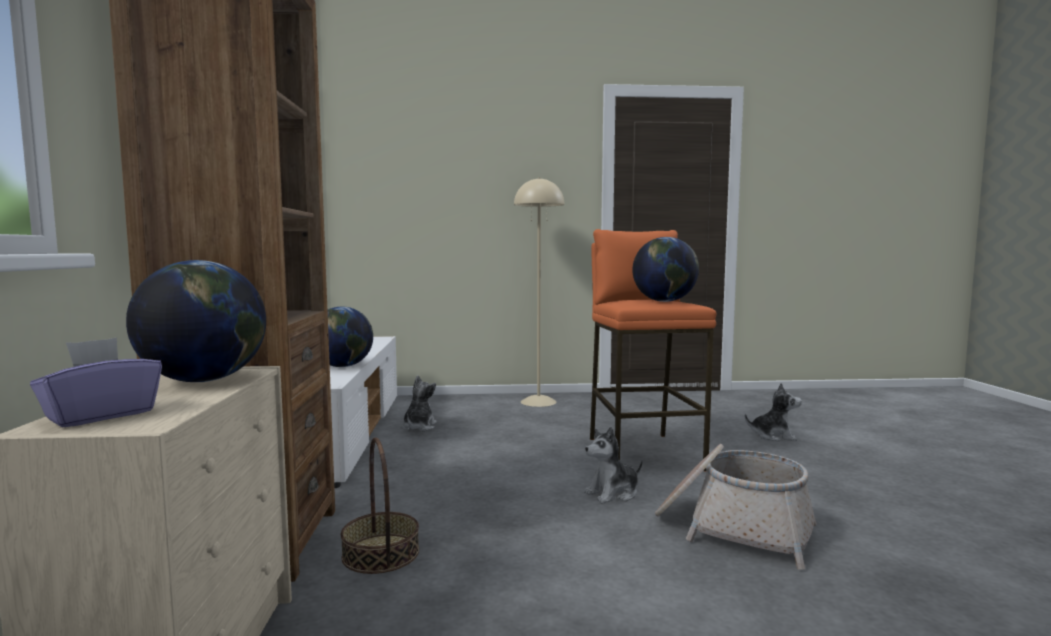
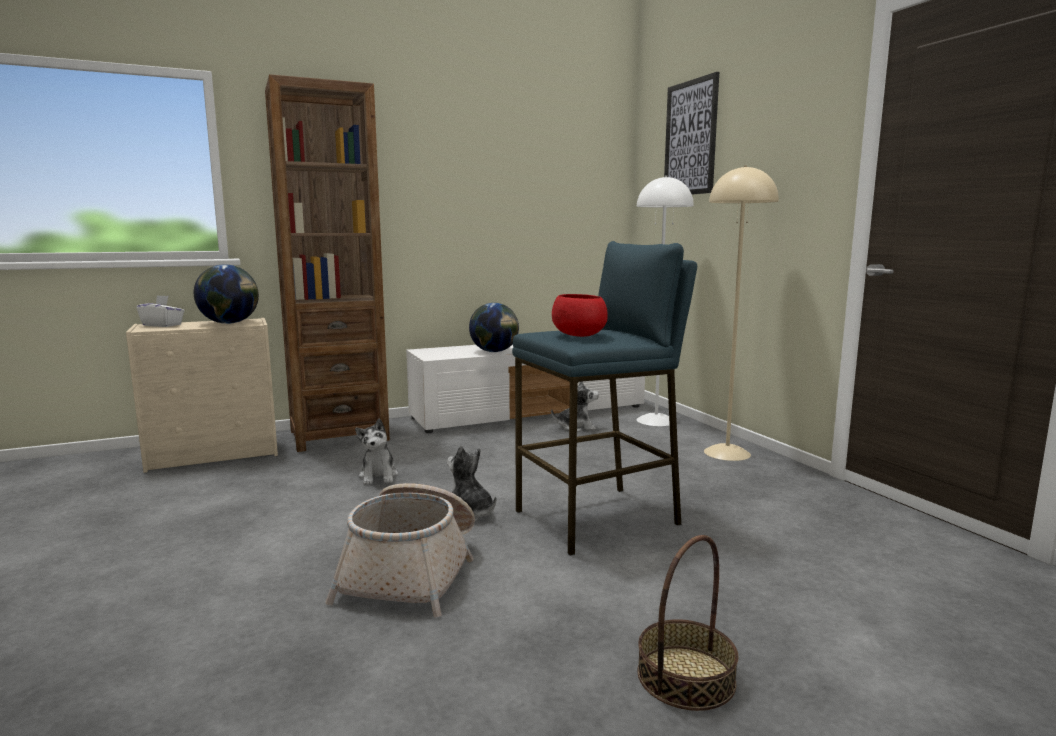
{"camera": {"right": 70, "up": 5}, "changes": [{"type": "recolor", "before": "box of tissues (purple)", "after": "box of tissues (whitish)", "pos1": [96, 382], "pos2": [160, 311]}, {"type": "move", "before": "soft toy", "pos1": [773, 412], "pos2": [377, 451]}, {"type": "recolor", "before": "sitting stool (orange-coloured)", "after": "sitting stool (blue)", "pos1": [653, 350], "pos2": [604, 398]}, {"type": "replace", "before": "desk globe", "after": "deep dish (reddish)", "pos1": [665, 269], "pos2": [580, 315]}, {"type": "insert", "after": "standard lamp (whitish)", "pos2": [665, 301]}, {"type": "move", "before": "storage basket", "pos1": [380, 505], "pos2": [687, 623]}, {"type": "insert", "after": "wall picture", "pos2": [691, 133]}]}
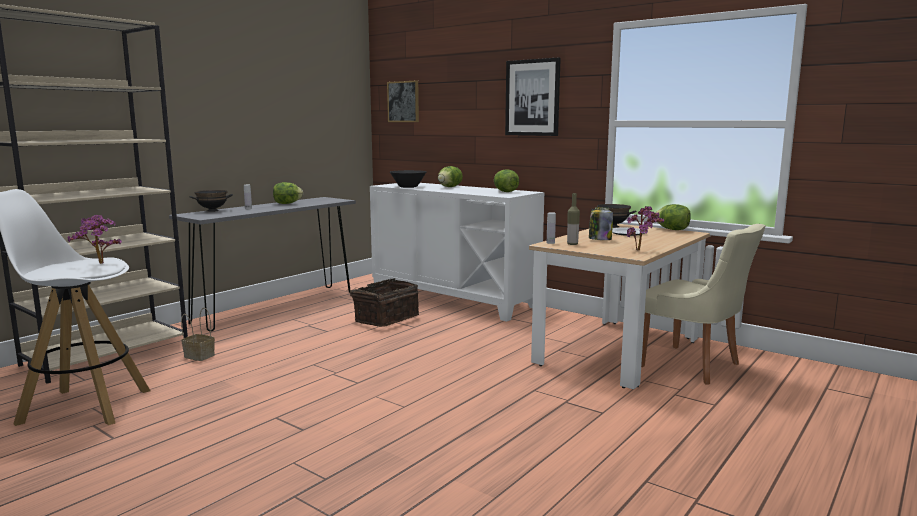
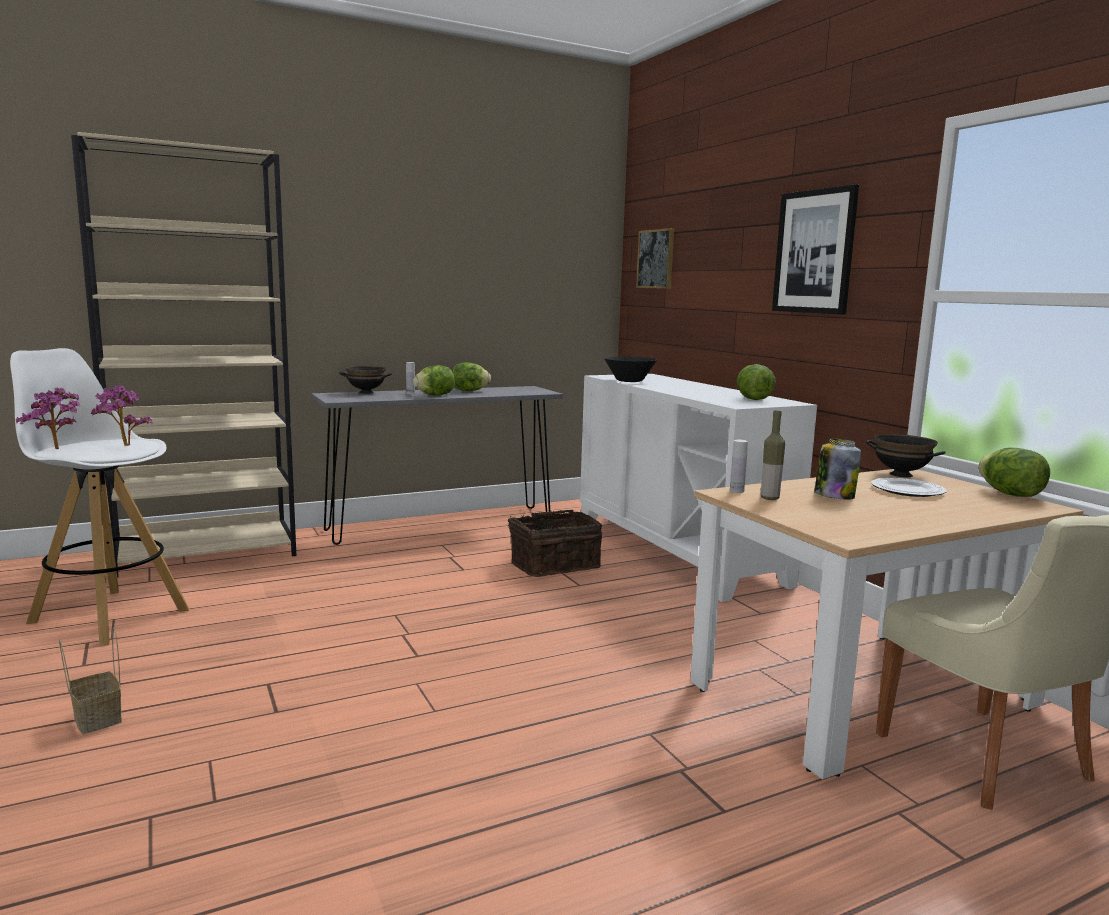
{"camera": {"right": 25, "up": 0}, "changes": [{"type": "move", "before": "houseplant", "pos1": [645, 228], "pos2": [48, 418]}, {"type": "move", "before": "storage basket", "pos1": [198, 334], "pos2": [90, 680]}, {"type": "move", "before": "head of lettuce", "pos1": [450, 176], "pos2": [434, 380]}]}
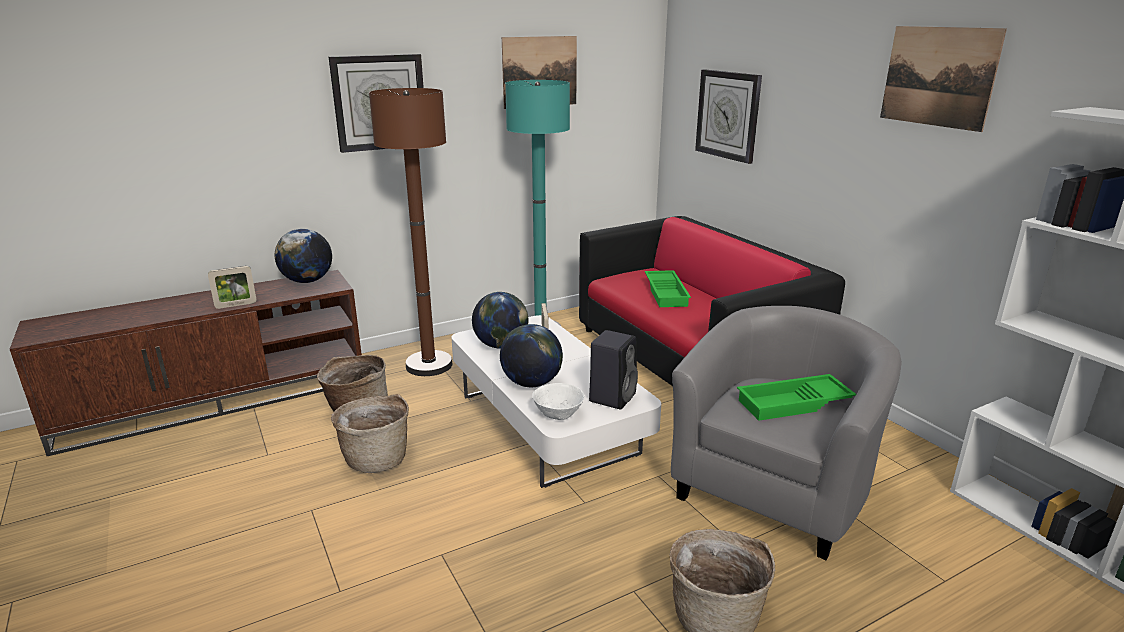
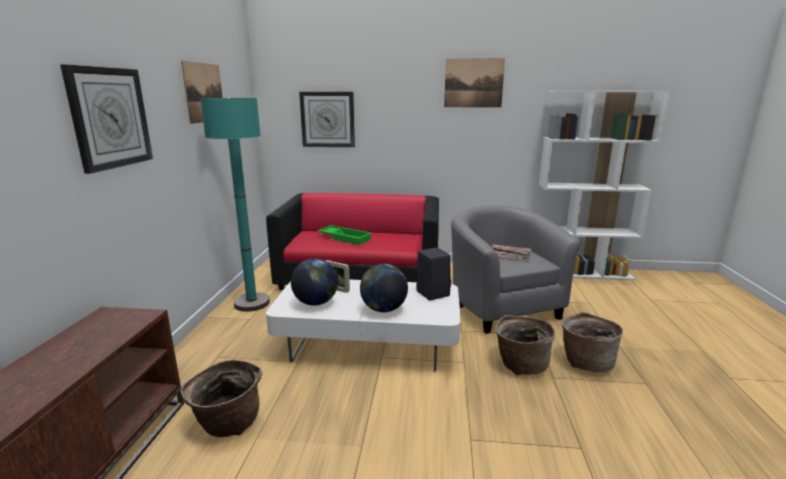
{"camera": {"right": -55, "up": -5}, "changes": [{"type": "replace", "before": "serving tray (greenish)", "after": "volume", "pos1": [796, 397], "pos2": [511, 253]}, {"type": "move", "before": "storage basket", "pos1": [370, 433], "pos2": [525, 345]}, {"type": "delete", "before": "standing frame", "pos1": [232, 287]}, {"type": "delete", "before": "desk globe", "pos1": [303, 256]}, {"type": "delete", "before": "standard lamp (brown-coloured)", "pos1": [410, 232]}, {"type": "delete", "before": "deep dish (whitish)", "pos1": [558, 401]}]}
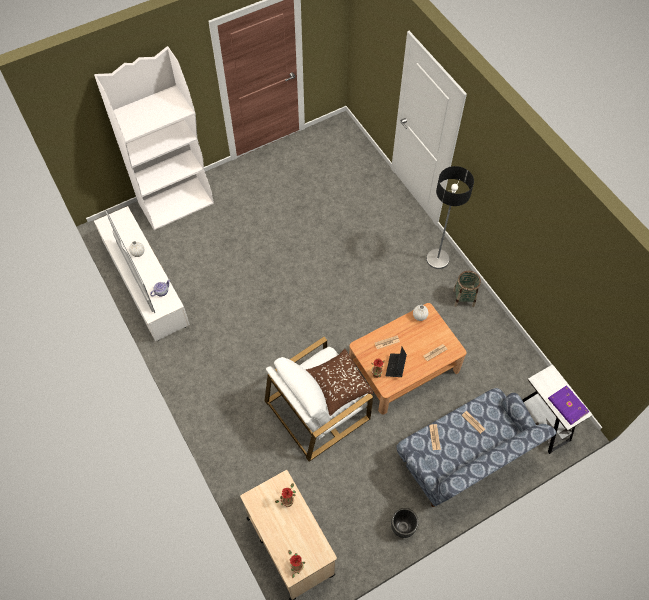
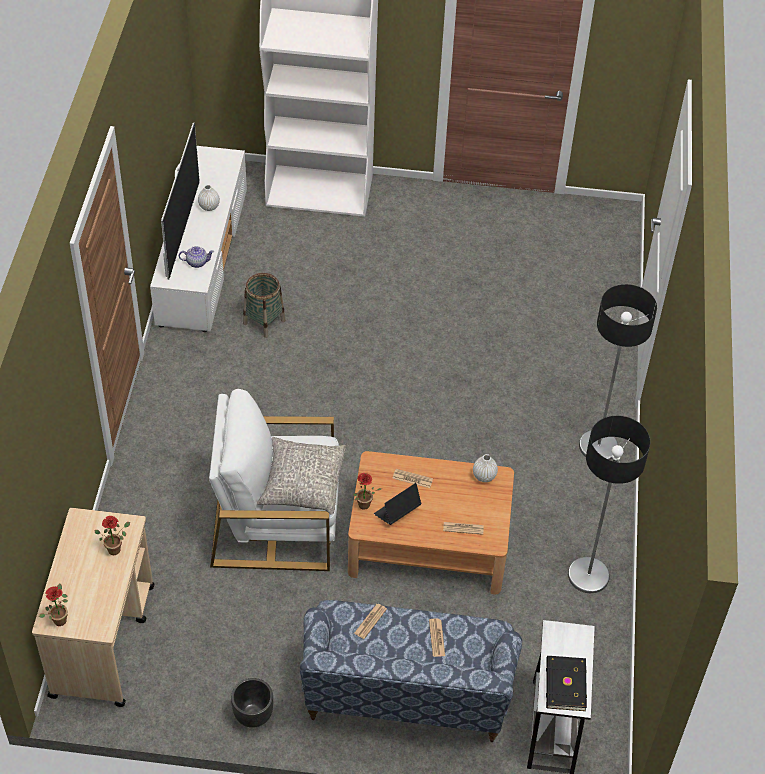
{"camera": {"right": 35, "up": -10}, "changes": [{"type": "move", "before": "storage basket", "pos1": [467, 289], "pos2": [264, 305]}, {"type": "recolor", "before": "throw pillow (brown-coloured)", "after": "throw pillow (gray)", "pos1": [339, 382], "pos2": [301, 476]}, {"type": "recolor", "before": "volume (purple)", "after": "volume (black)", "pos1": [568, 405], "pos2": [566, 683]}, {"type": "insert", "after": "standard lamp", "pos2": [609, 504]}]}
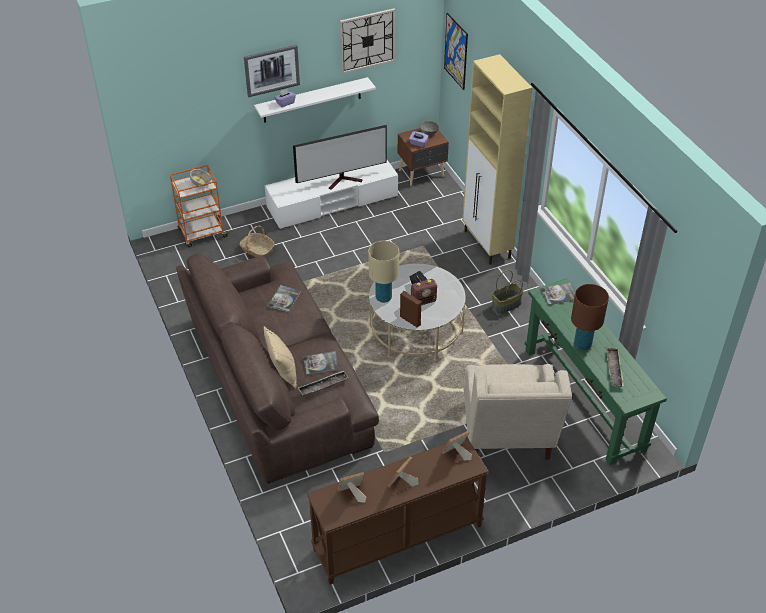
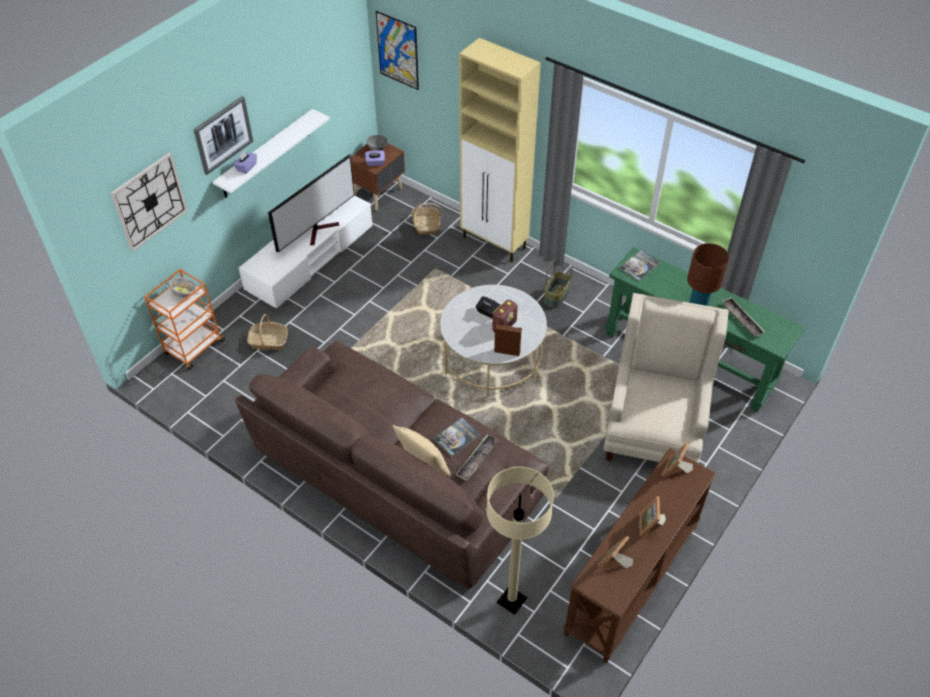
{"camera": {"right": -30, "up": 5}, "changes": [{"type": "move", "before": "clock on the wall", "pos1": [368, 41], "pos2": [149, 201]}, {"type": "insert", "after": "storage basket", "pos2": [426, 219]}, {"type": "insert", "after": "standard lamp (sand-coloured)", "pos2": [520, 541]}, {"type": "rotate", "before": "lounge chair (sand-coloured)", "pos1": [517, 412], "pos2": [666, 378], "turn": -135}, {"type": "delete", "before": "volume", "pos1": [284, 299]}, {"type": "delete", "before": "table lamp (sand-coloured)", "pos1": [383, 272]}]}
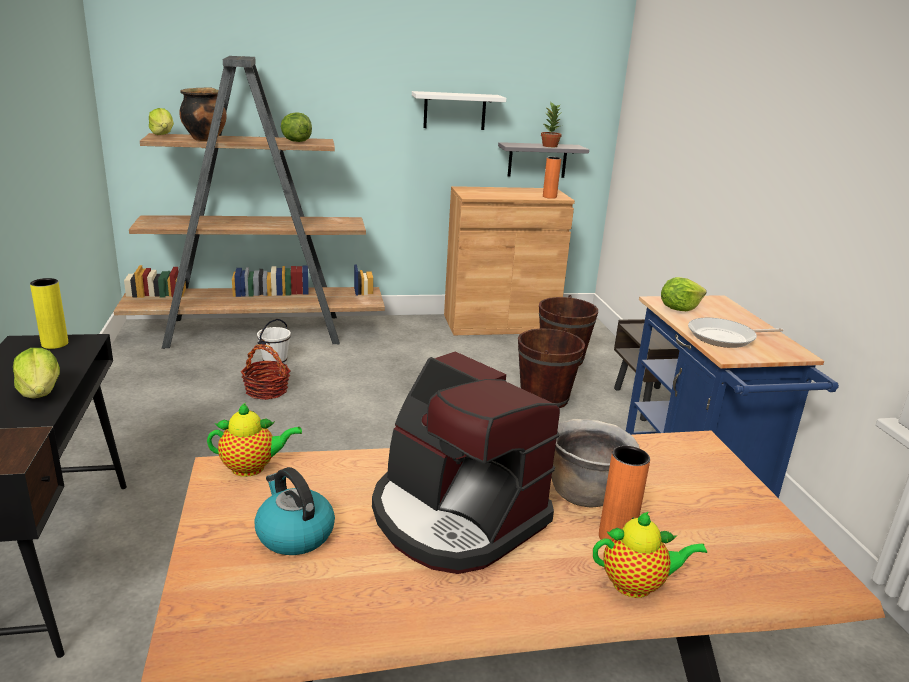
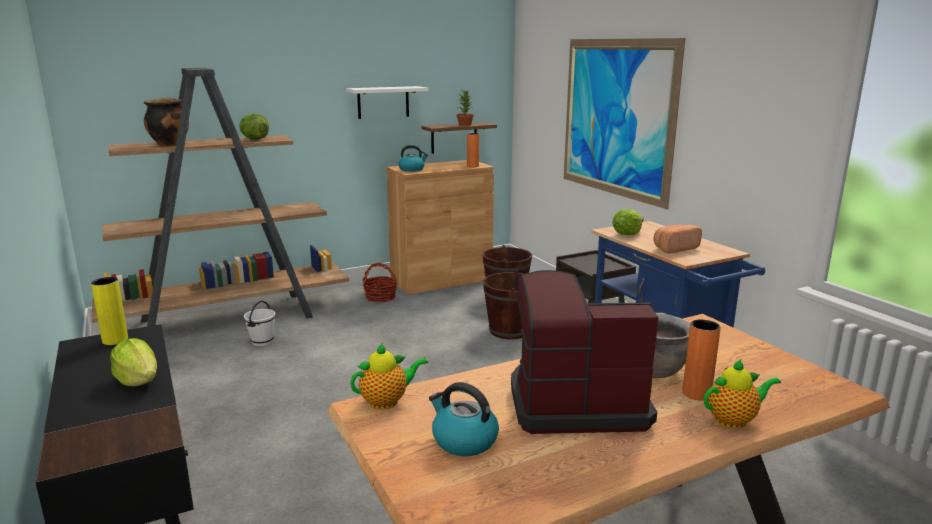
{"camera": {"right": -15, "up": -5}, "changes": [{"type": "move", "before": "storage basket", "pos1": [265, 372], "pos2": [379, 283]}, {"type": "insert", "after": "tea kettle", "pos2": [413, 158]}, {"type": "recolor", "before": "bracket shelf (gray)", "after": "bracket shelf (brown-coloured)", "pos1": [543, 160], "pos2": [459, 138]}, {"type": "rotate", "before": "coffee brewer", "pos1": [466, 462], "pos2": [585, 352], "turn": 150}, {"type": "insert", "after": "wall picture", "pos2": [624, 123]}, {"type": "replace", "before": "pan", "after": "baked bread", "pos1": [735, 333], "pos2": [678, 238]}, {"type": "delete", "before": "head of lettuce", "pos1": [161, 121]}]}
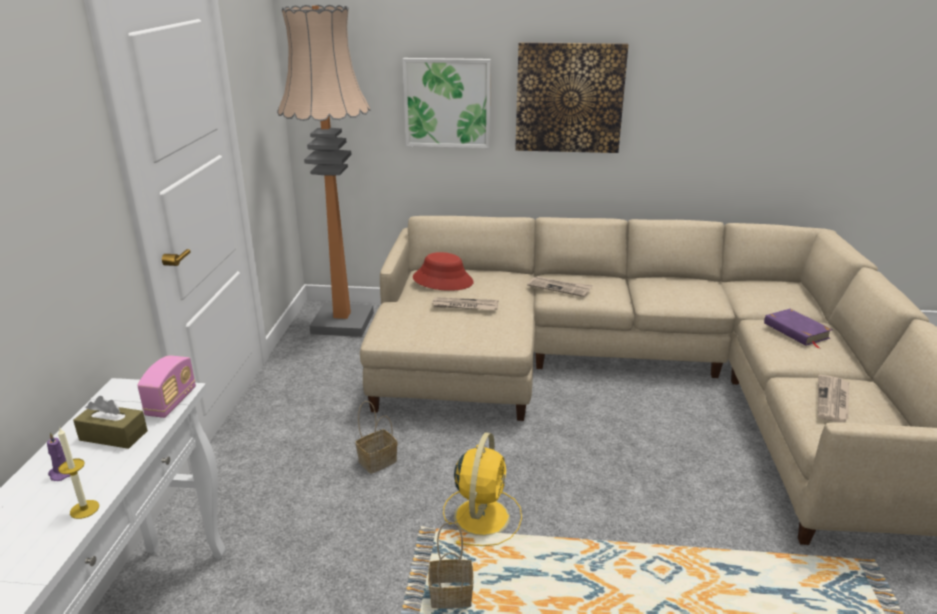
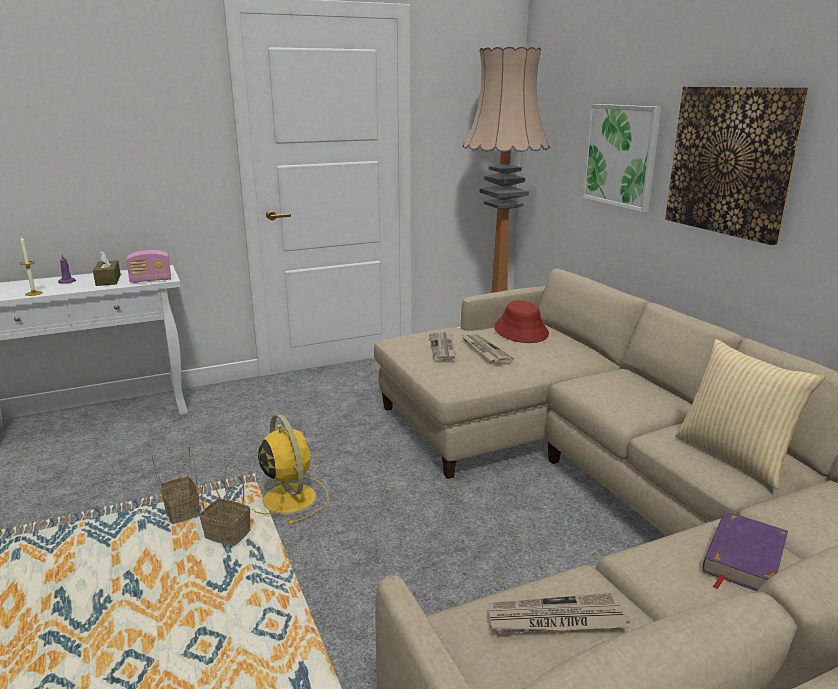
{"camera": {"right": 60, "up": -5}, "changes": [{"type": "move", "before": "storage basket", "pos1": [376, 437], "pos2": [225, 504]}, {"type": "rotate", "before": "cooling fan (yellow)", "pos1": [482, 489], "pos2": [290, 469], "turn": -105}, {"type": "move", "before": "daily paper", "pos1": [560, 286], "pos2": [442, 346]}, {"type": "insert", "after": "throw pillow", "pos2": [750, 414]}]}
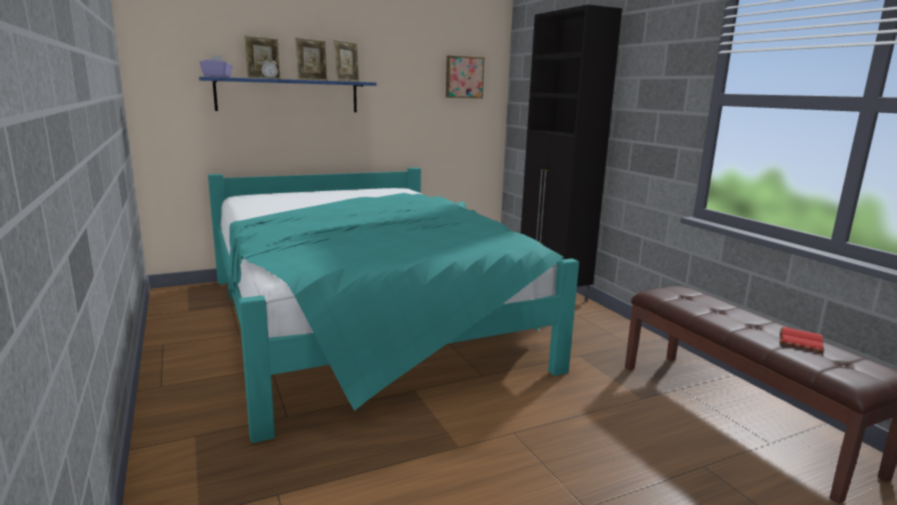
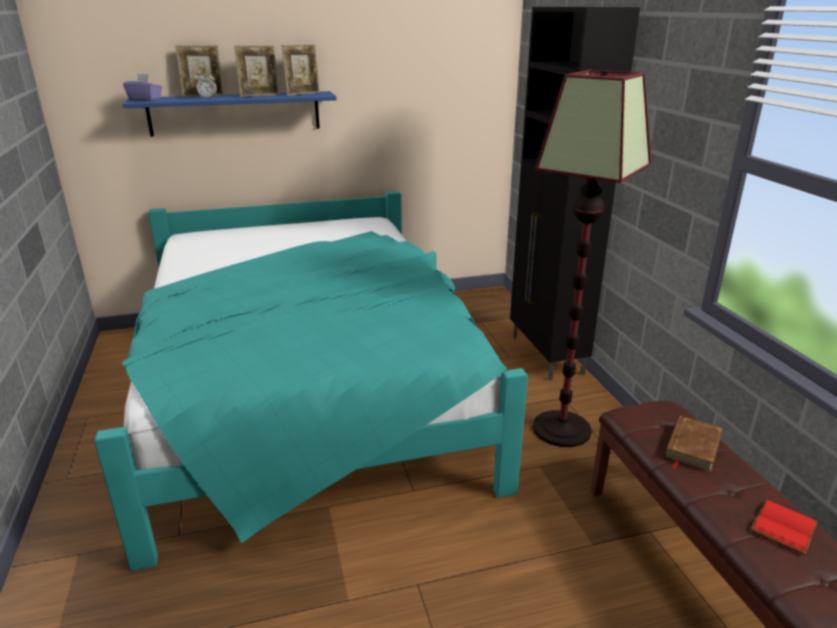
{"camera": {"right": 10, "up": 10}, "changes": [{"type": "insert", "after": "standard lamp", "pos2": [592, 258]}, {"type": "insert", "after": "volume (brown-coloured)", "pos2": [694, 444]}, {"type": "delete", "before": "wall picture", "pos1": [465, 76]}]}
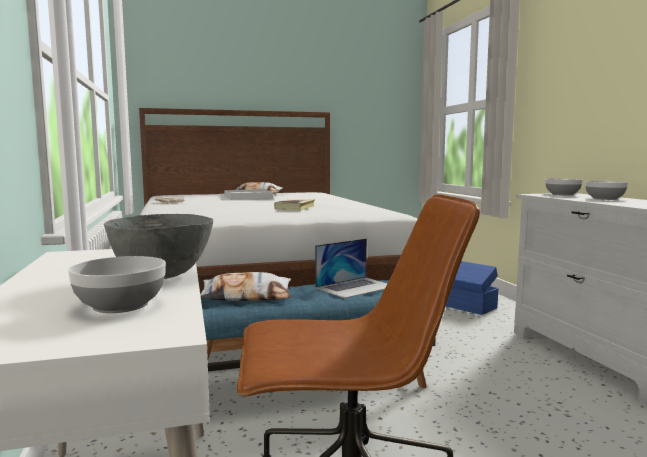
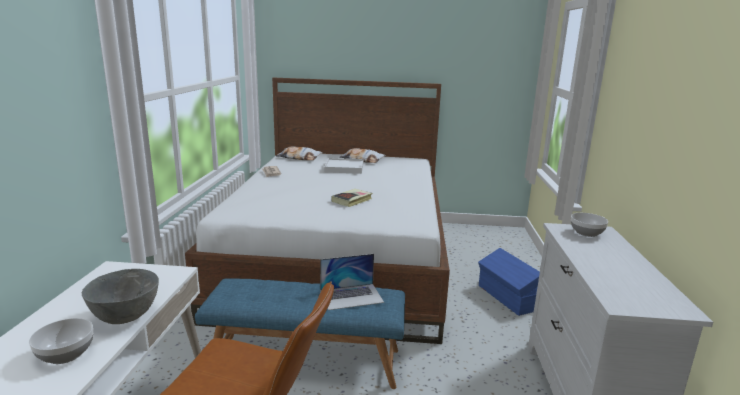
{"camera": {"right": 20, "up": 10}, "changes": [{"type": "move", "before": "throw pillow", "pos1": [245, 286], "pos2": [299, 153]}, {"type": "delete", "before": "deep dish", "pos1": [606, 190]}]}
